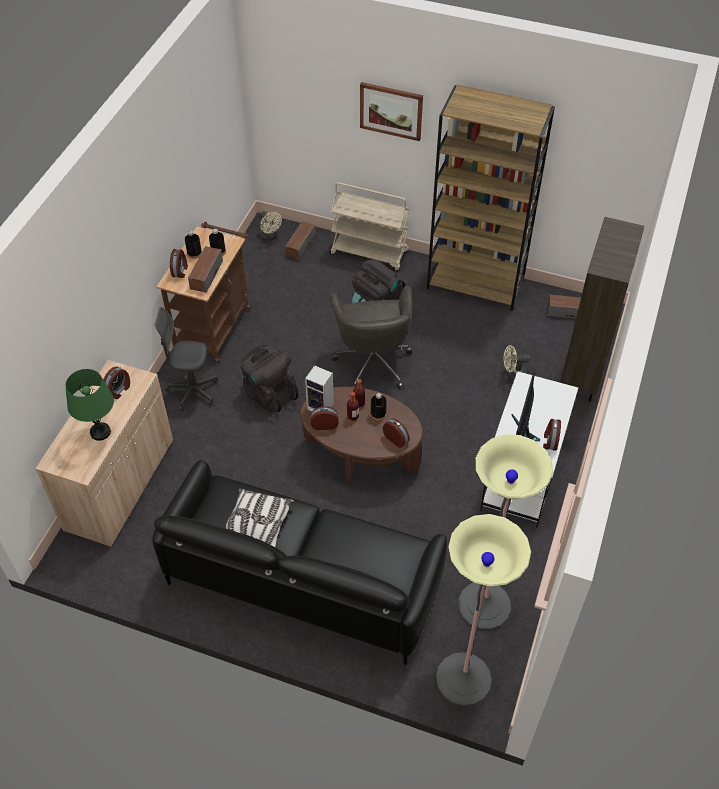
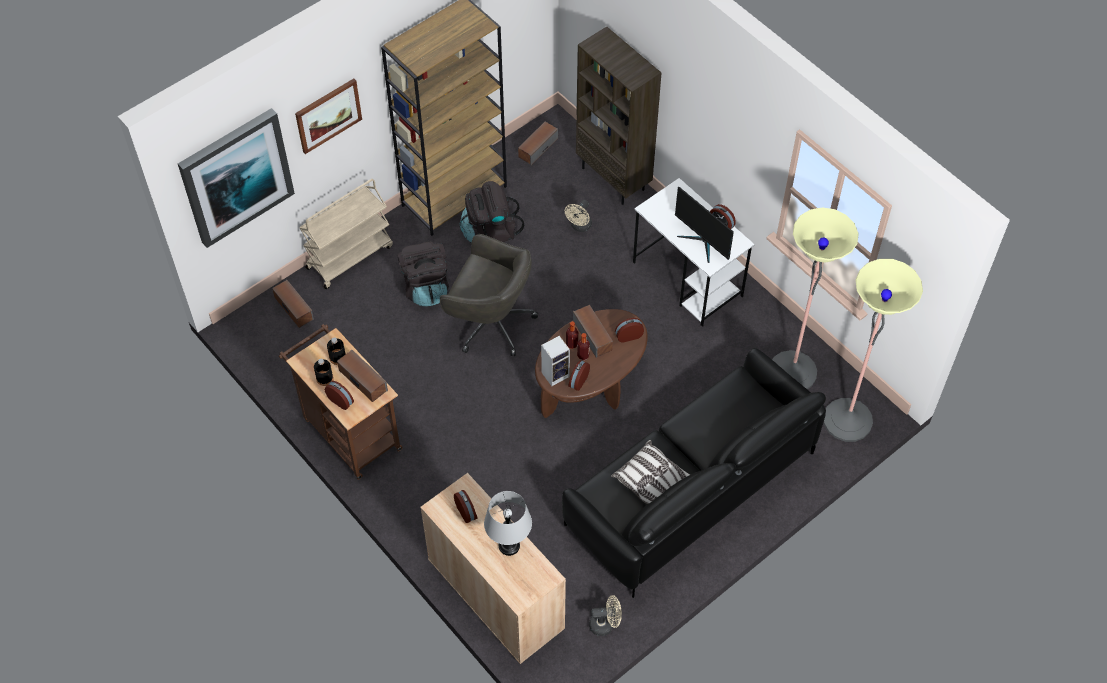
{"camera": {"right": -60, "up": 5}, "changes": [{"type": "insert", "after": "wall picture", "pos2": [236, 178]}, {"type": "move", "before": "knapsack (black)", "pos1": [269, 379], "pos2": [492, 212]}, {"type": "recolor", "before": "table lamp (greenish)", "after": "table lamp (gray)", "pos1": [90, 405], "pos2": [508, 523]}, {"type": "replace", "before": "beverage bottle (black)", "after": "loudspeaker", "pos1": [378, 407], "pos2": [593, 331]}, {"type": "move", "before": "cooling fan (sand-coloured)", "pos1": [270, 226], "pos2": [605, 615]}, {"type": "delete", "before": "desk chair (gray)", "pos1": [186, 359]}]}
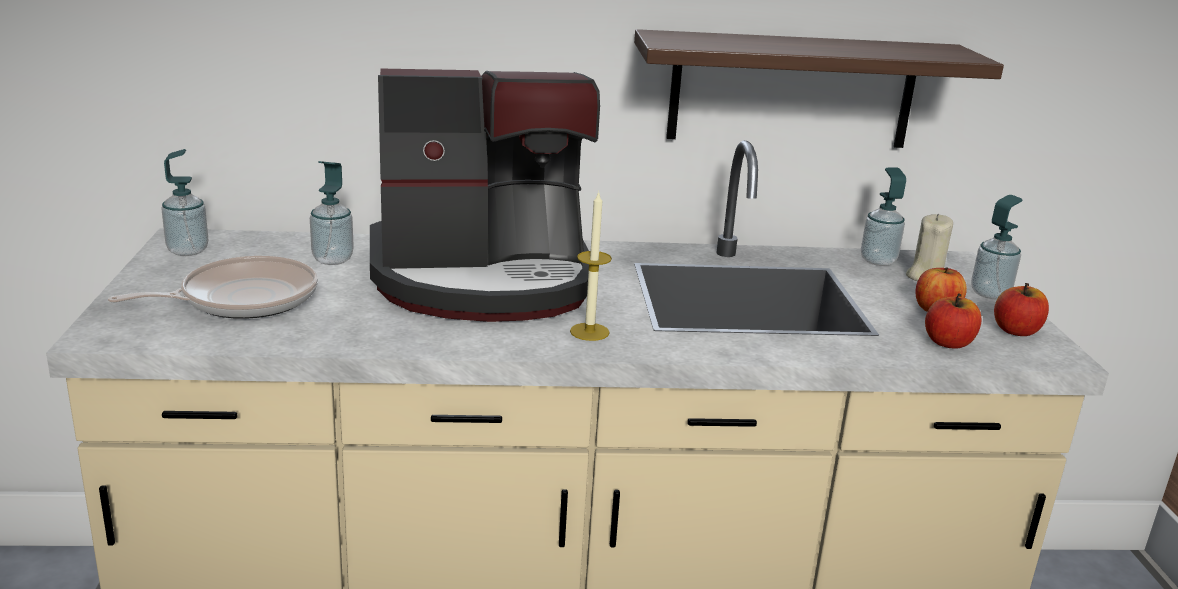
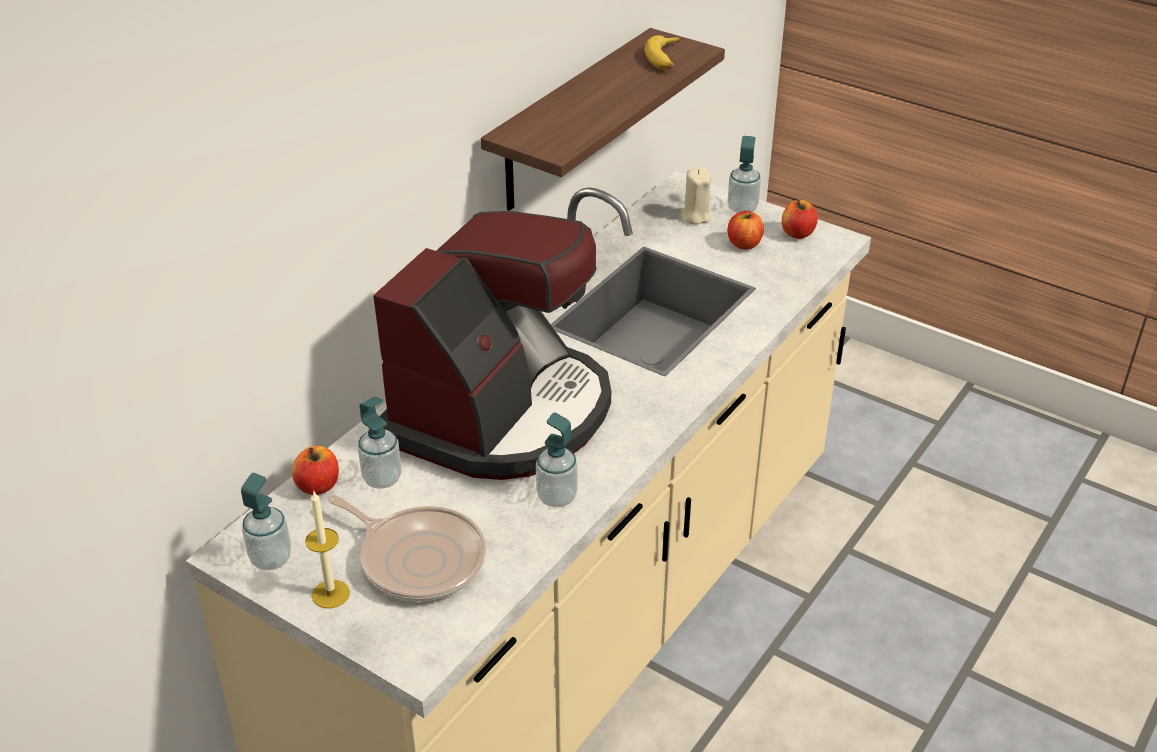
{"camera": {"right": -50, "up": 15}, "changes": [{"type": "move", "before": "whole apple", "pos1": [953, 321], "pos2": [315, 470]}, {"type": "move", "before": "wax light", "pos1": [591, 266], "pos2": [327, 550]}, {"type": "rotate", "before": "pan", "pos1": [213, 287], "pos2": [406, 548], "turn": 120}, {"type": "move", "before": "liquid soap bottle", "pos1": [883, 216], "pos2": [557, 459]}, {"type": "insert", "after": "banana", "pos2": [662, 52]}]}
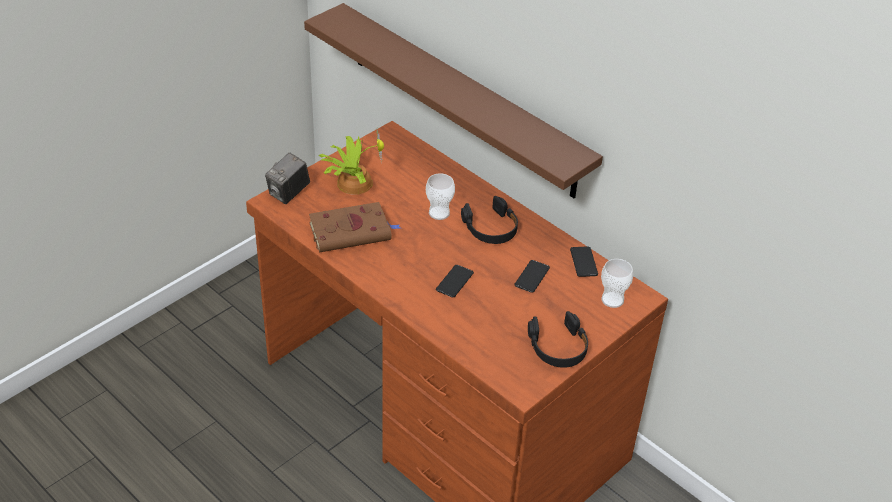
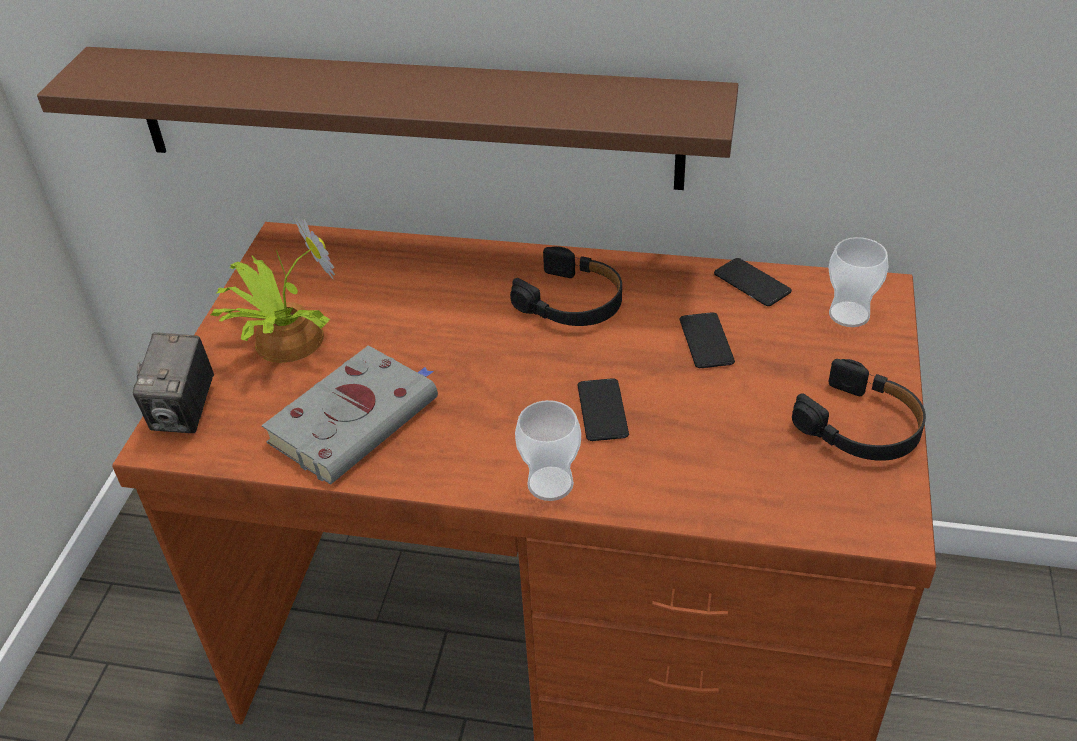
{"camera": {"right": -30, "up": 0}, "changes": [{"type": "recolor", "before": "volume (brown-coloured)", "after": "volume (gray)", "pos1": [355, 227], "pos2": [350, 415]}, {"type": "move", "before": "cup", "pos1": [440, 196], "pos2": [548, 450]}]}
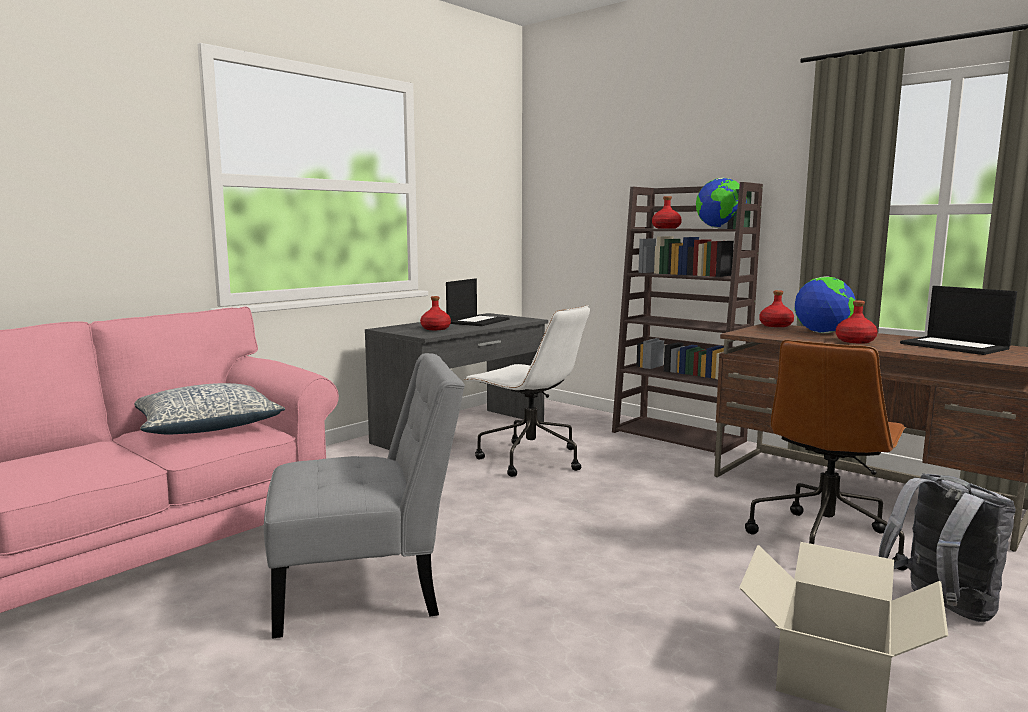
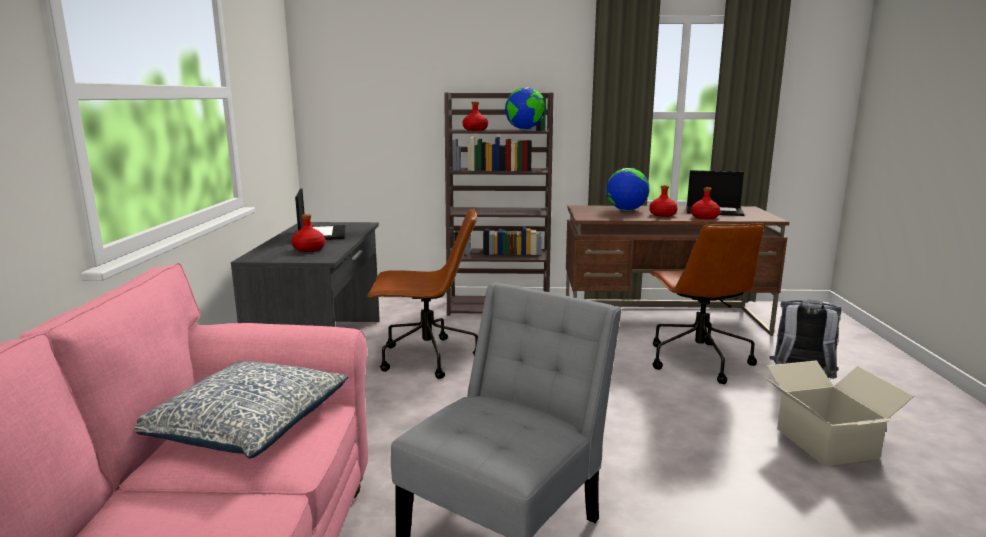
{"camera": {"right": -40, "up": 5}, "changes": [{"type": "recolor", "before": "desk chair (whitish)", "after": "desk chair (brown-coloured)", "pos1": [527, 391], "pos2": [422, 293]}, {"type": "move", "before": "beverage bottle (reddish)", "pos1": [776, 308], "pos2": [705, 203]}]}
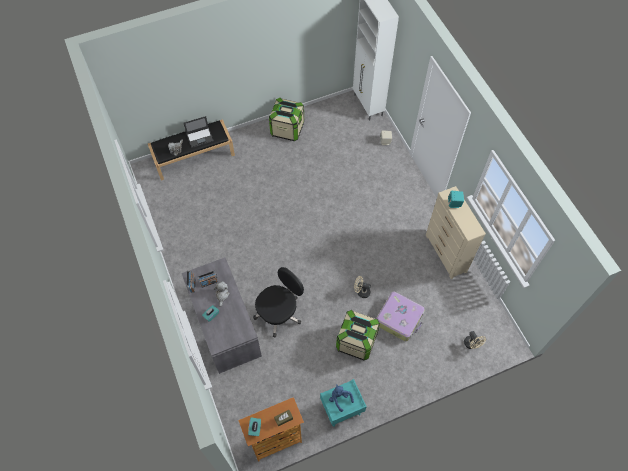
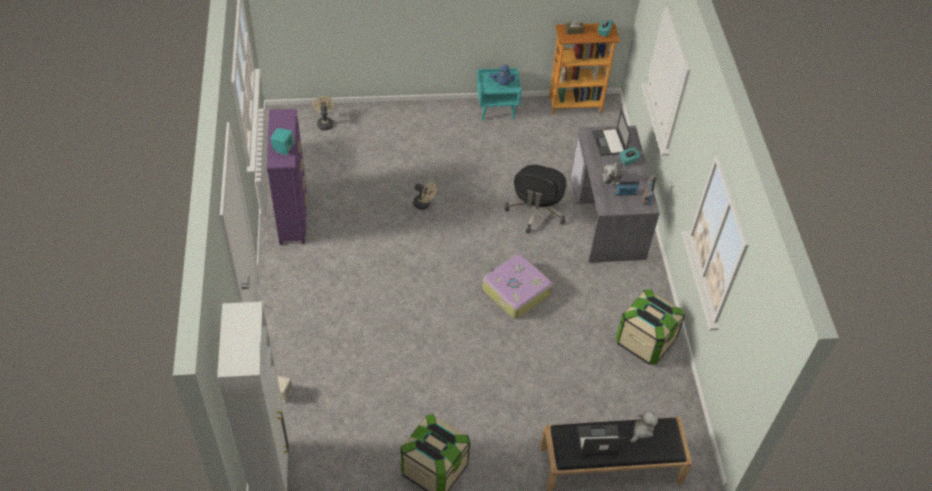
{"camera": {"right": -165, "up": -10}, "changes": [{"type": "recolor", "before": "chest of drawers (sand-coloured)", "after": "chest of drawers (purple)", "pos1": [456, 232], "pos2": [287, 177]}, {"type": "move", "before": "travel case", "pos1": [400, 316], "pos2": [517, 286]}, {"type": "rotate", "before": "desk chair (black)", "pos1": [278, 302], "pos2": [535, 199], "turn": -45}, {"type": "insert", "after": "portable computer", "pos2": [611, 133]}, {"type": "move", "before": "storage box", "pos1": [358, 335], "pos2": [650, 327]}]}
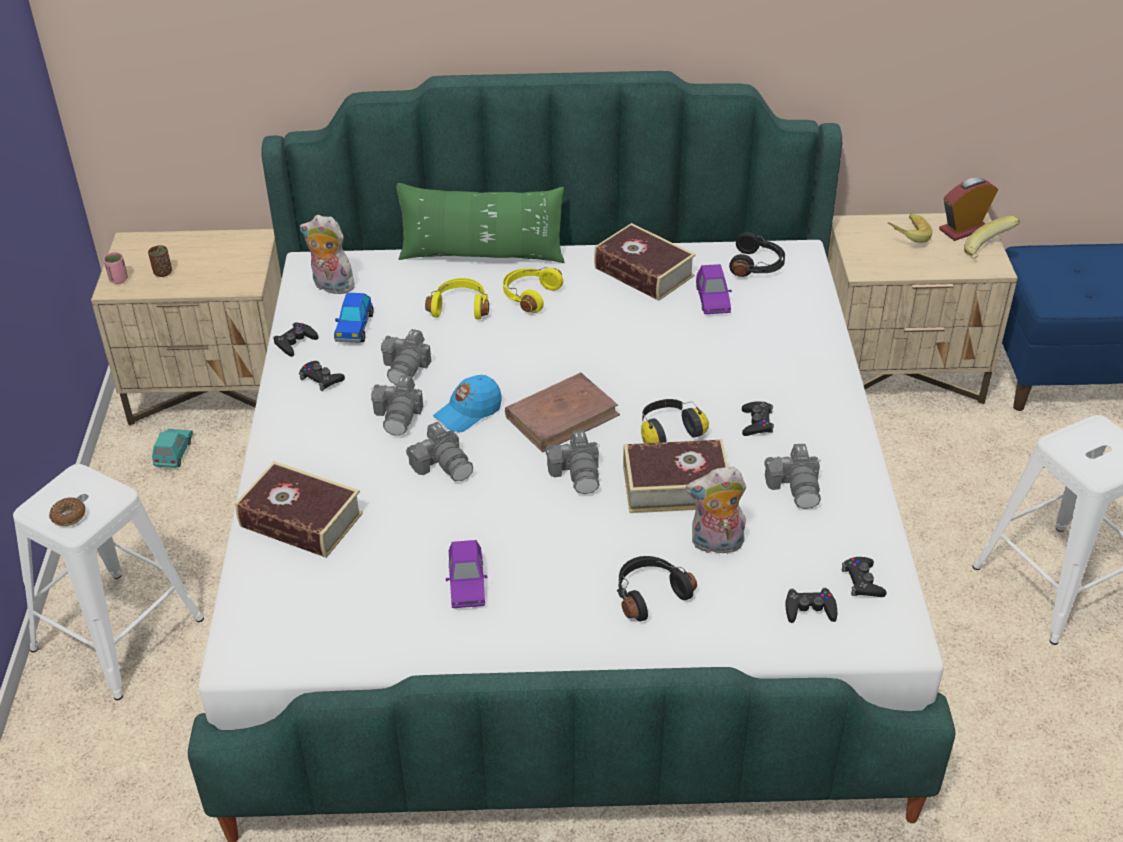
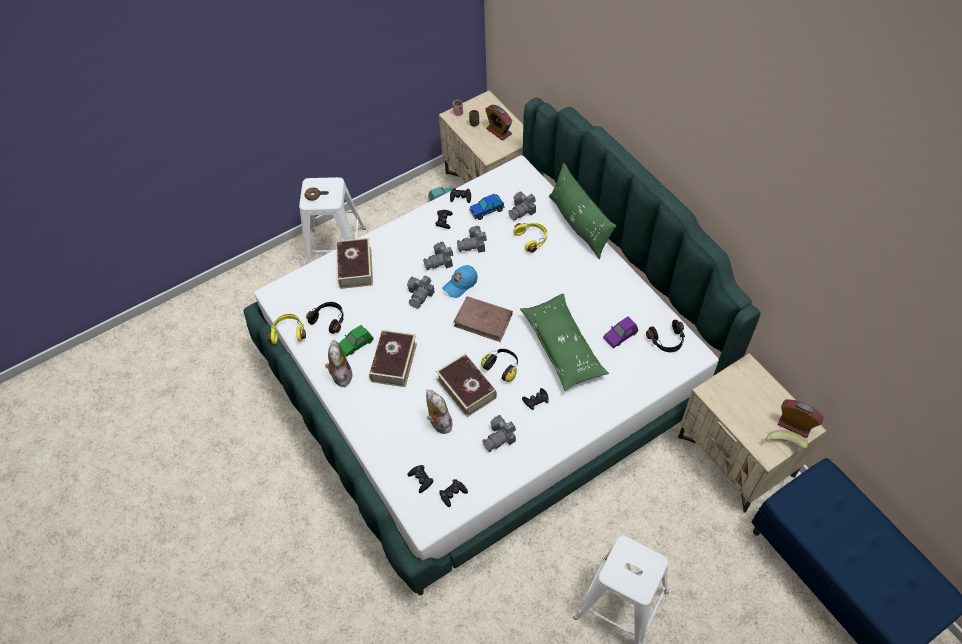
{"camera": {"right": 60, "up": 15}, "changes": [{"type": "move", "before": "headset (yellow)", "pos1": [533, 290], "pos2": [286, 329]}, {"type": "move", "before": "headset (black)", "pos1": [657, 588], "pos2": [325, 318]}, {"type": "move", "before": "soft toy", "pos1": [329, 254], "pos2": [339, 363]}, {"type": "recolor", "before": "miniature car (purple)", "after": "miniature car (greenish)", "pos1": [466, 574], "pos2": [356, 341]}, {"type": "move", "before": "volume", "pos1": [645, 262], "pos2": [393, 358]}, {"type": "rotate", "before": "baseball cap (blue)", "pos1": [467, 403], "pos2": [460, 281], "turn": -60}, {"type": "insert", "after": "bedside clock", "pos2": [498, 123]}, {"type": "move", "before": "still camera", "pos1": [572, 462], "pos2": [522, 206]}, {"type": "insert", "after": "throw pillow (greenish)", "pos2": [564, 342]}, {"type": "delete", "before": "banana", "pos1": [909, 228]}]}
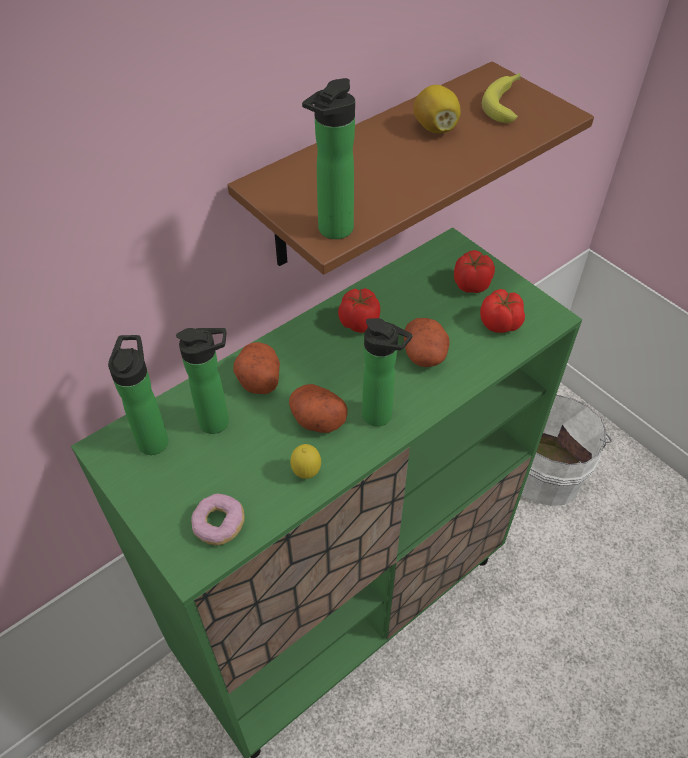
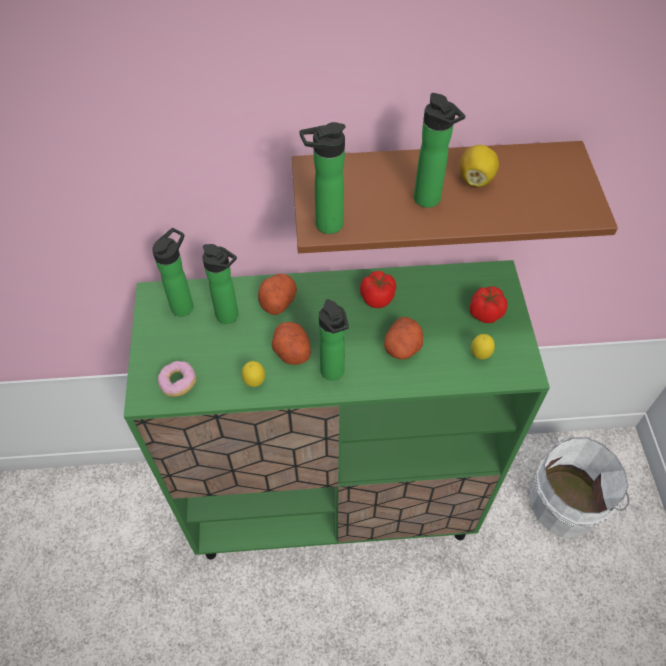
{"camera": {"right": 35, "up": 5}, "changes": [{"type": "insert", "after": "beverage bottle", "pos2": [440, 150]}, {"type": "replace", "before": "fresh tomato", "after": "lemon", "pos1": [502, 311], "pos2": [483, 347]}, {"type": "delete", "before": "banana", "pos1": [501, 98]}]}
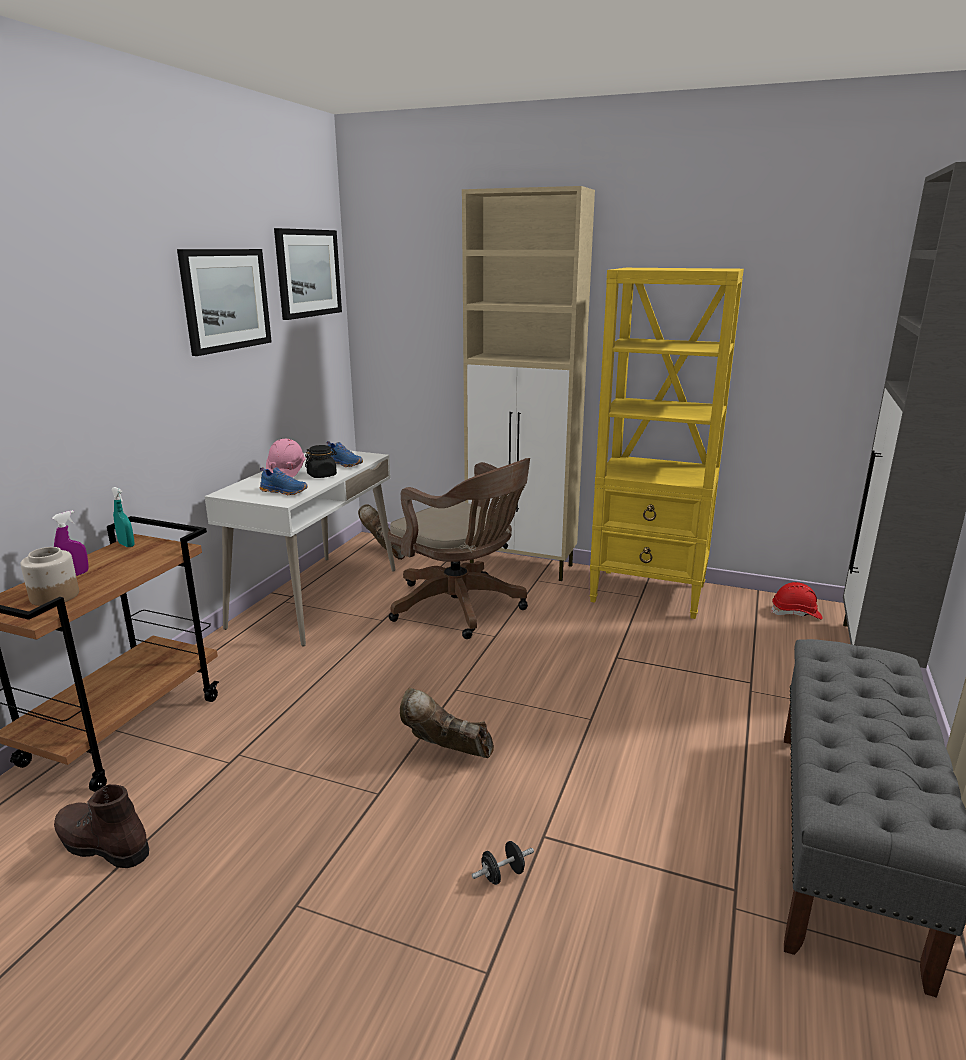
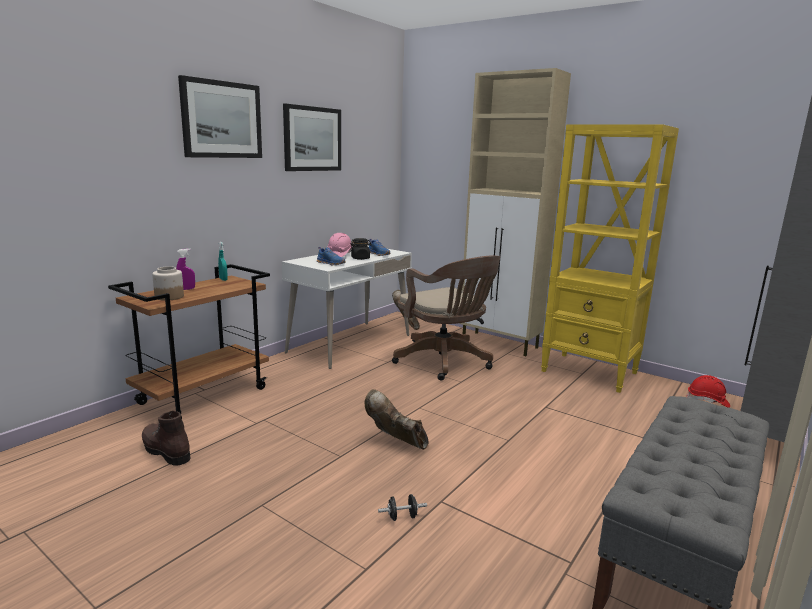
{"camera": {"right": 15, "up": -5}, "changes": [{"type": "move", "before": "wall picture", "pos1": [308, 274], "pos2": [220, 116]}]}
